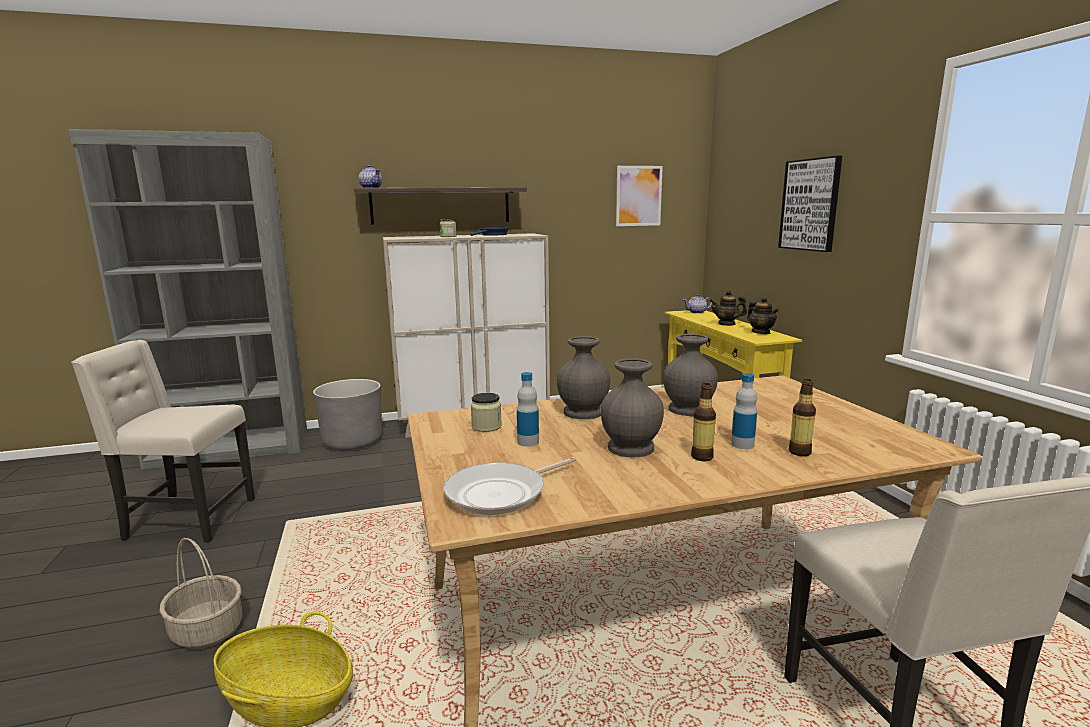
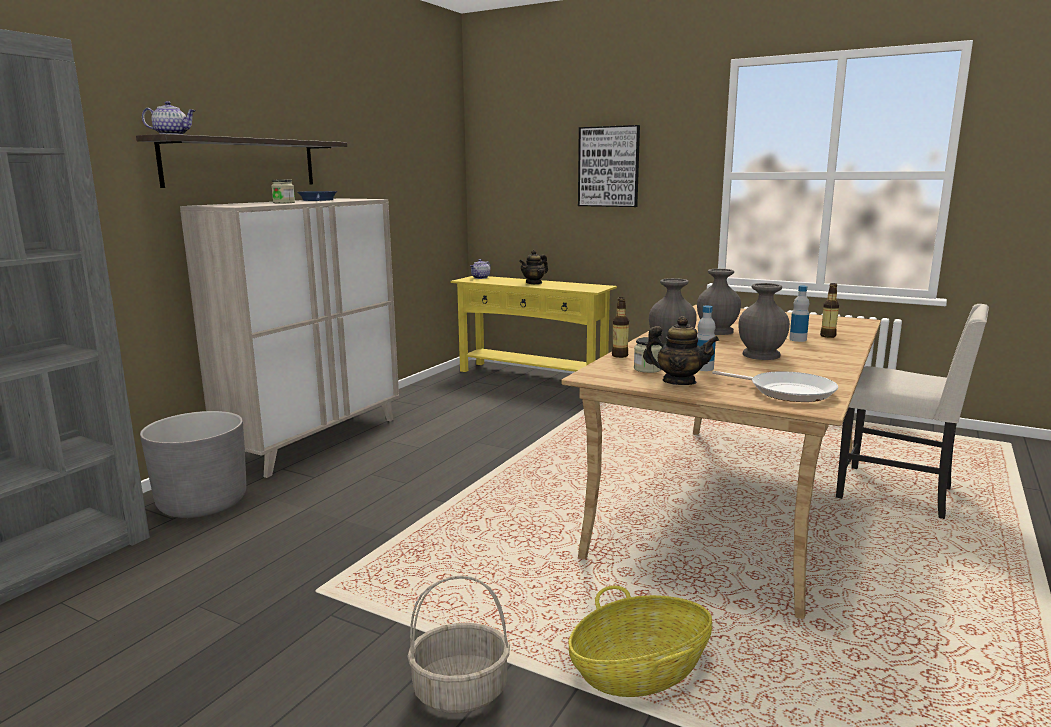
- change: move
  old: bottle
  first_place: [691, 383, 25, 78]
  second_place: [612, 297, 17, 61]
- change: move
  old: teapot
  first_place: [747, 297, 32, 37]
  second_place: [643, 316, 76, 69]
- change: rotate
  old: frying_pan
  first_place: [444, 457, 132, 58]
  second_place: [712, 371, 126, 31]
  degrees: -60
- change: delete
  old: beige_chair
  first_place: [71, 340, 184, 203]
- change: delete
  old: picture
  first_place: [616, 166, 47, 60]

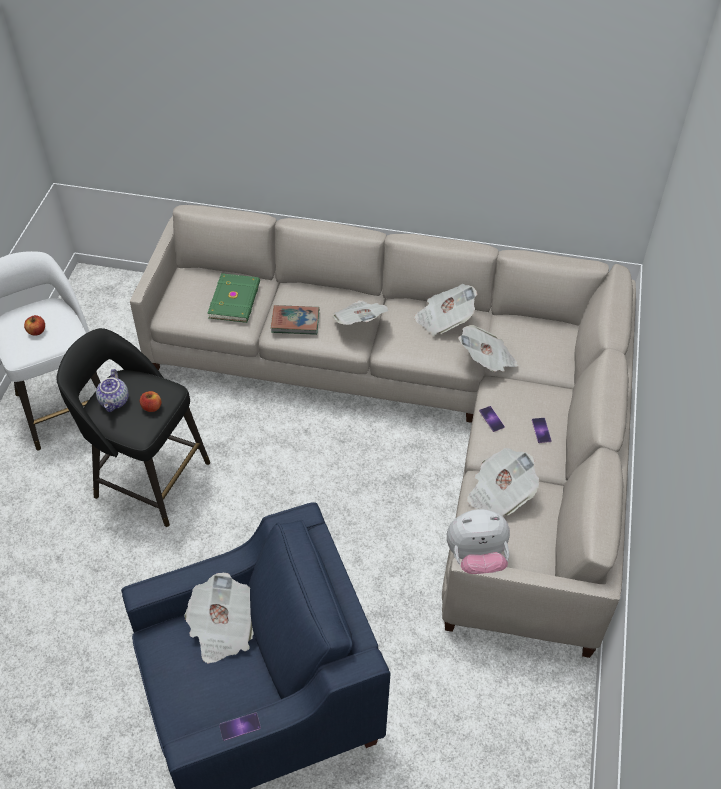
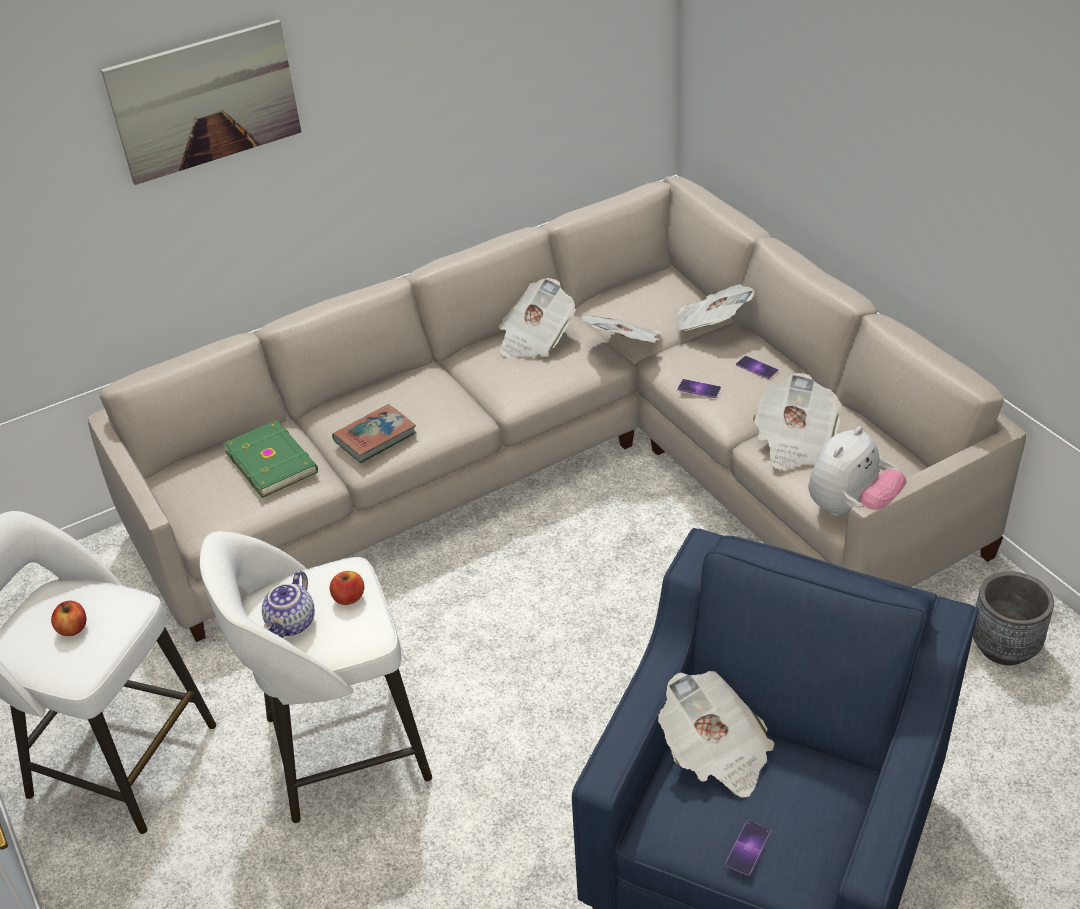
- change: insert
  new: picture
  second_place: [101, 20, 200, 165]
- change: recolor
  old: black_stool
  new: white_stool
  first_place: [57, 328, 153, 199]
  second_place: [200, 531, 232, 292]
- change: rotate
  old: teapot
  first_place: [96, 369, 33, 43]
  second_place: [262, 571, 53, 67]
  degrees: 60
- change: move
  old: newspaper
  first_place: [333, 300, 55, 25]
  second_place: [676, 284, 78, 48]
- change: move
  old: phone
  first_place: [219, 712, 42, 29]
  second_place: [725, 820, 46, 56]
- change: insert
  new: grey_planter
  second_place: [973, 571, 81, 94]

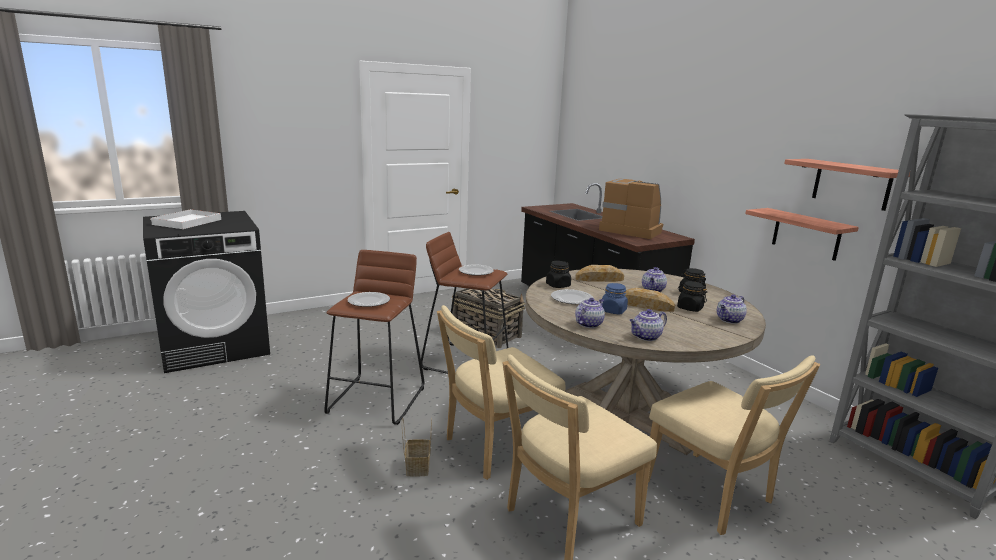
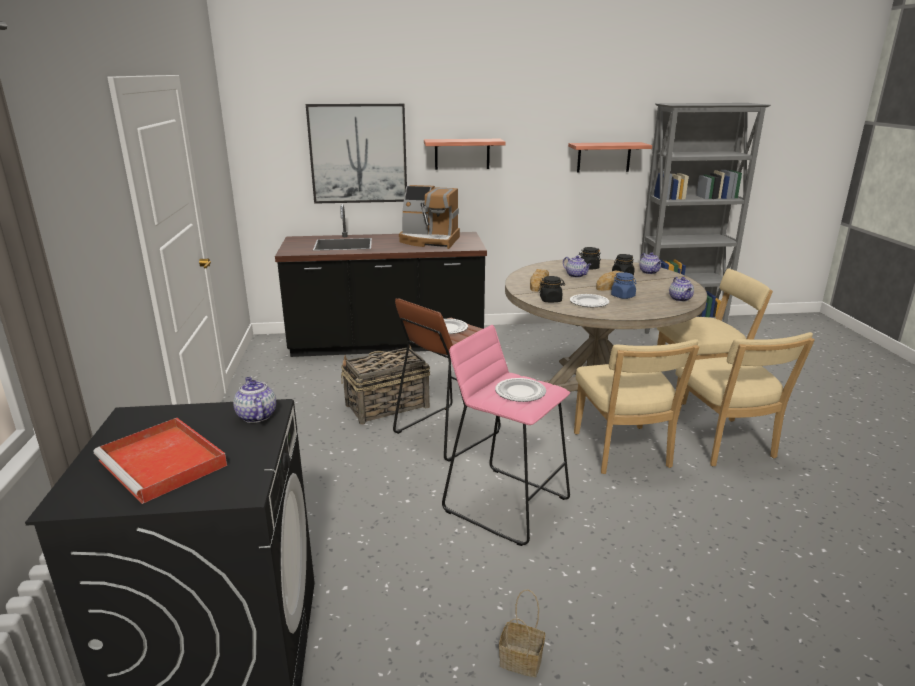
- change: recolor
  old: white_tray
  new: red_tray
  first_place: [150, 209, 71, 20]
  second_place: [93, 418, 134, 86]
- change: move
  old: teapot
  first_place: [575, 298, 30, 30]
  second_place: [233, 377, 43, 46]
- change: insert
  new: picture
  second_place: [306, 104, 101, 100]
- change: rotate
  old: coffee_machine
  first_place: [599, 178, 64, 61]
  second_place: [399, 185, 61, 64]
  degrees: -135
- change: move
  old: shelf
  first_place: [745, 208, 114, 53]
  second_place: [424, 139, 82, 31]
- change: recolor
  old: brown_stool
  new: pink_stool
  first_place: [324, 250, 100, 175]
  second_place: [442, 325, 128, 221]
- change: move
  old: basket
  first_place: [402, 418, 30, 59]
  second_place: [499, 590, 46, 87]

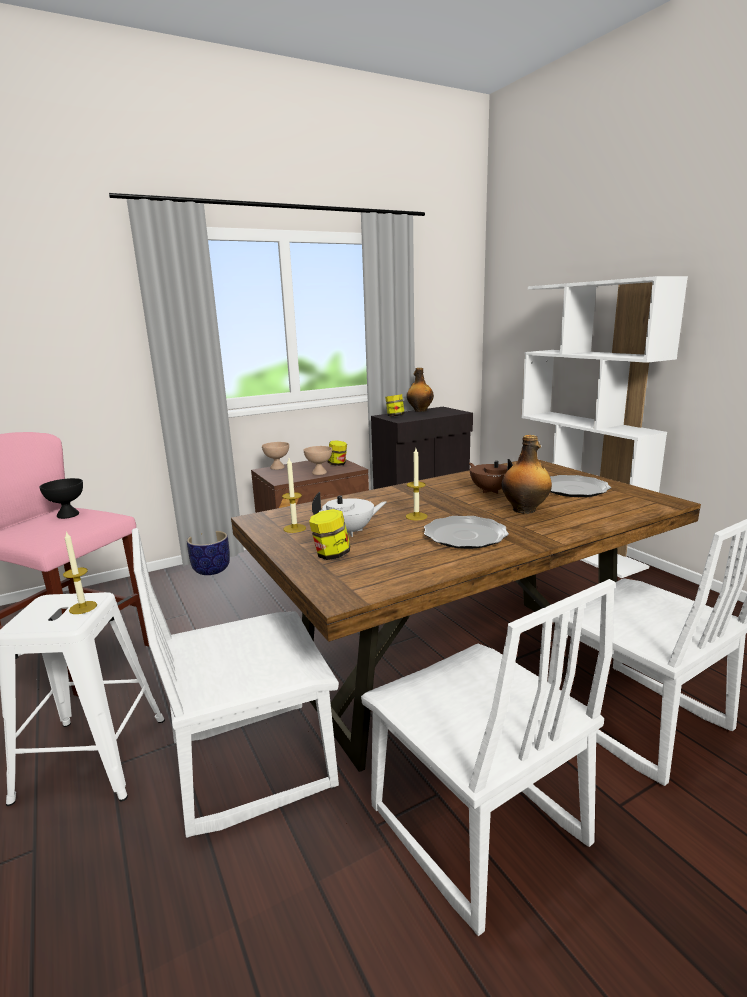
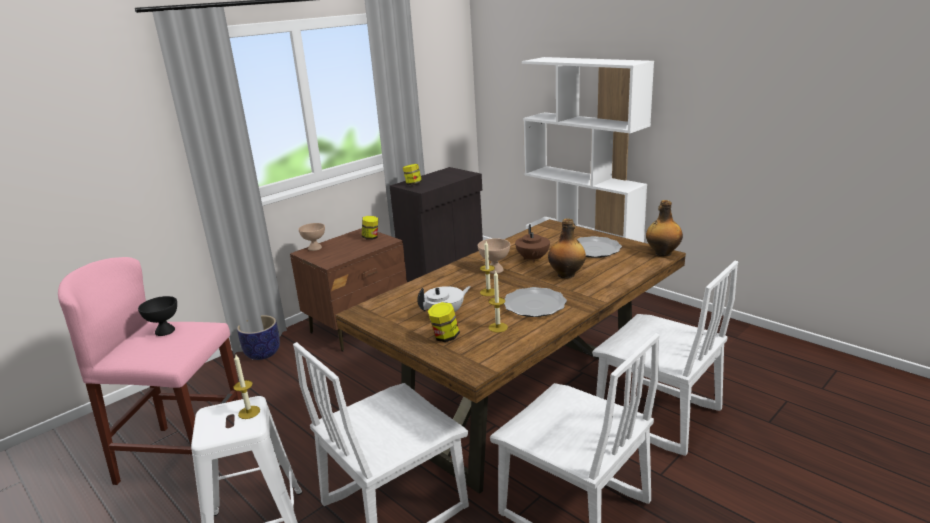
- change: move
  old: beige_bowl
  first_place: [304, 446, 28, 29]
  second_place: [478, 238, 32, 36]
- change: move
  old: candle
  first_place: [282, 458, 24, 75]
  second_place: [489, 270, 19, 62]
- change: rotate
  old: brown_teapot
  first_place: [469, 459, 44, 35]
  second_place: [515, 224, 35, 38]
  degrees: -135
- change: move
  old: bottle
  first_place: [407, 368, 27, 44]
  second_place: [646, 200, 37, 56]

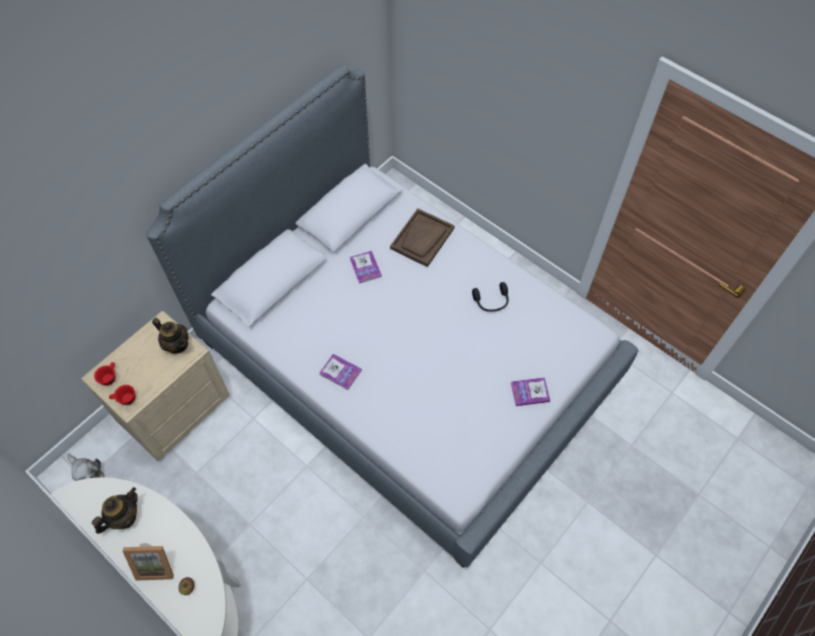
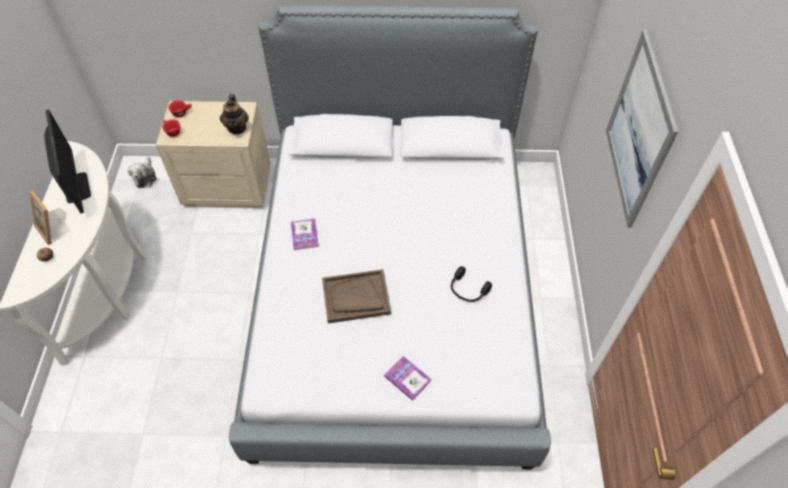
- change: replace
  old: teapot
  new: monitor
  first_place: [92, 487, 46, 47]
  second_place: [44, 109, 47, 104]
- change: move
  old: brown_tray
  first_place: [390, 208, 65, 59]
  second_place: [322, 269, 69, 54]
- change: insert
  new: picture
  second_place: [606, 30, 72, 198]
- change: delete
  old: book
  first_place: [350, 251, 32, 33]

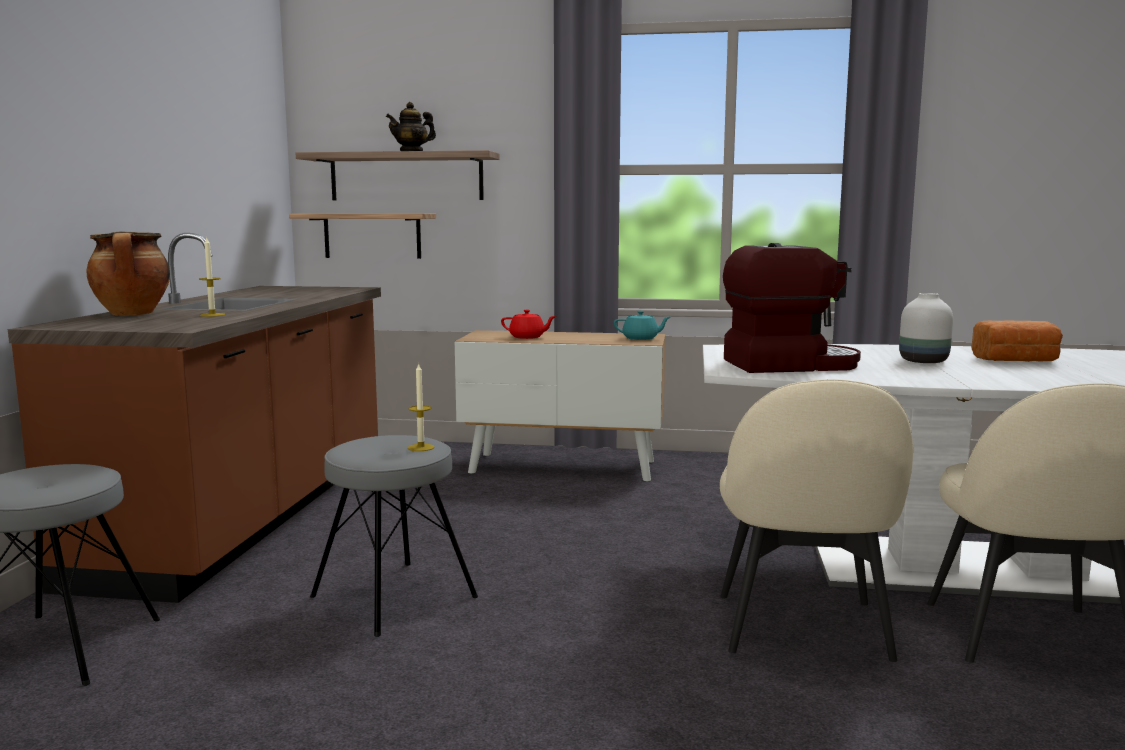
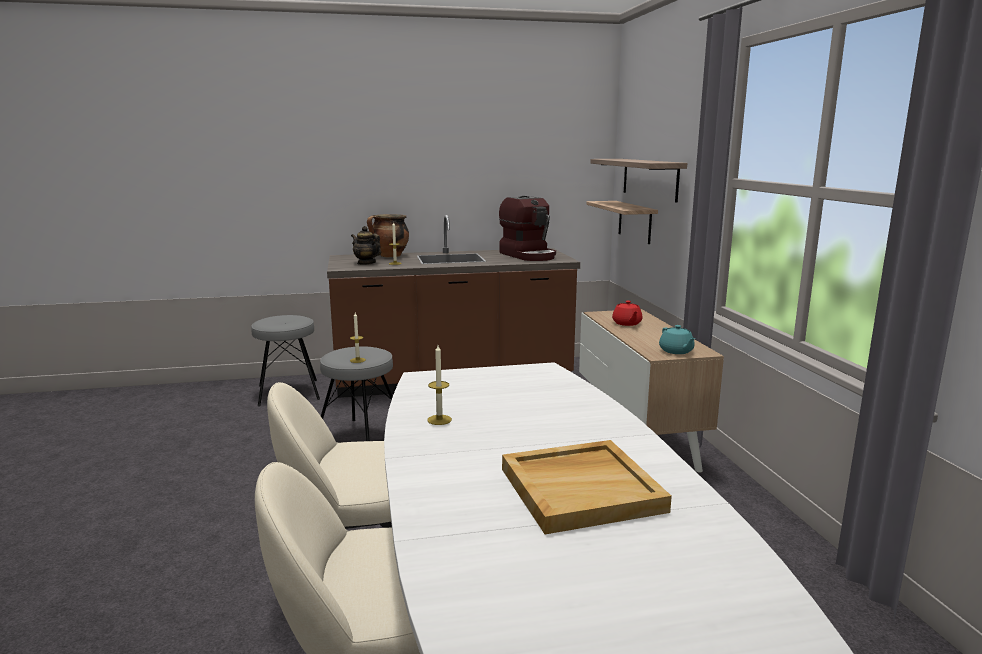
- change: move
  old: teapot
  first_place: [386, 102, 50, 49]
  second_place: [351, 226, 30, 39]
- change: insert
  new: candle
  second_place: [427, 345, 25, 80]
- change: move
  old: coffee_machine
  first_place: [723, 243, 138, 130]
  second_place: [499, 196, 57, 65]
- change: replace
  old: bread
  new: beige_tray
  first_place: [972, 321, 91, 41]
  second_place: [502, 440, 170, 94]
- change: delete
  old: white_vase
  first_place: [899, 293, 54, 70]

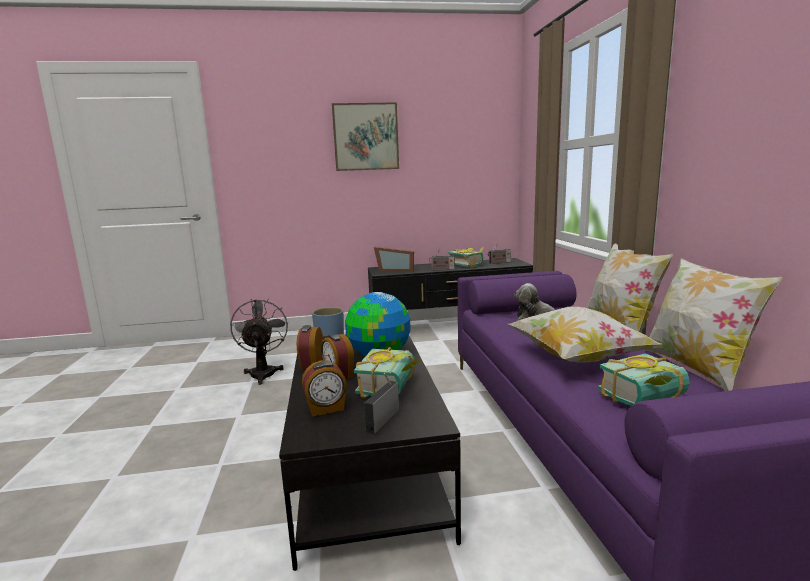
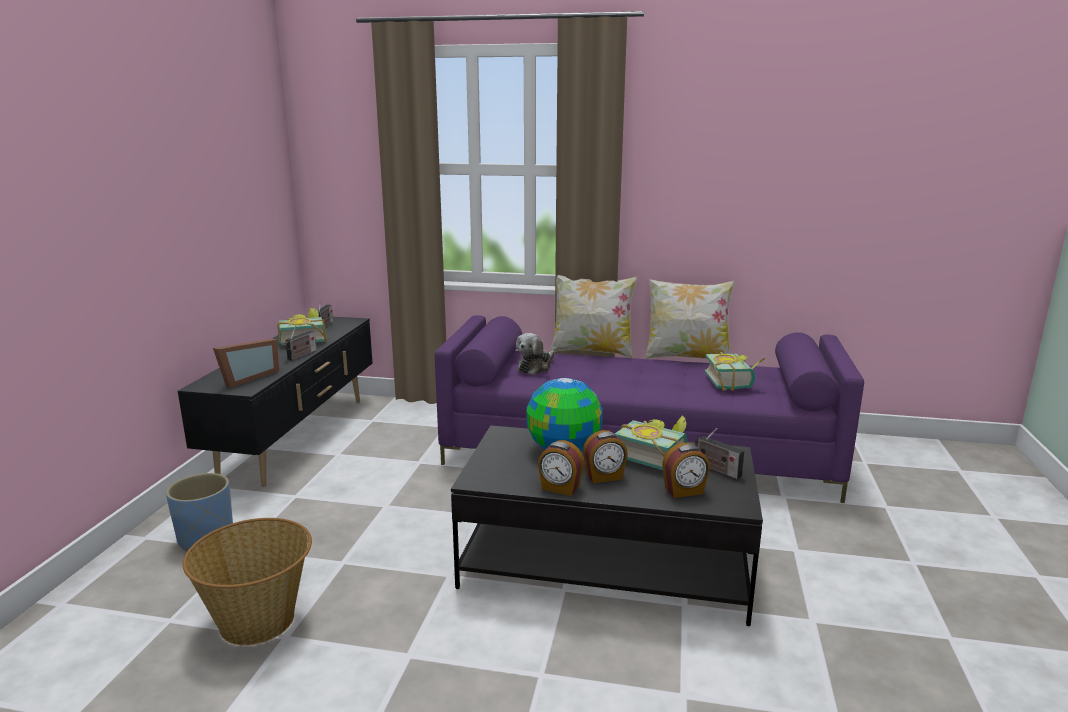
- change: replace
  old: grey_fan
  new: basket
  first_place: [230, 299, 58, 86]
  second_place: [183, 518, 129, 127]
- change: rotate
  old: alarm_clock
  first_place: [302, 360, 45, 57]
  second_place: [662, 443, 48, 55]
  degrees: 75
- change: delete
  old: picture
  first_place: [332, 102, 67, 69]
- change: delete
  old: pillow
  first_place: [509, 307, 152, 56]

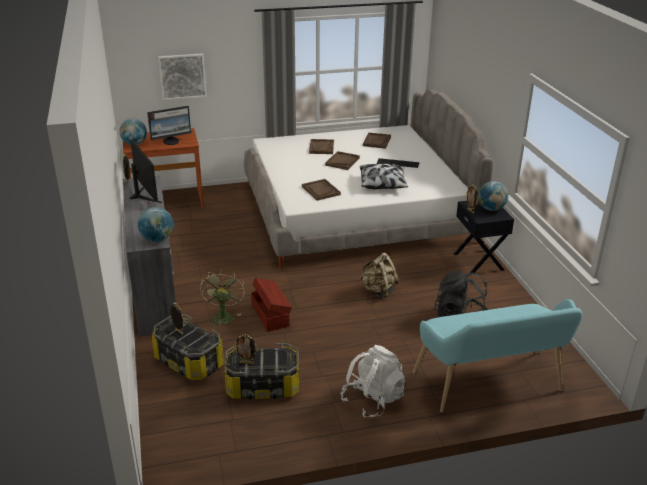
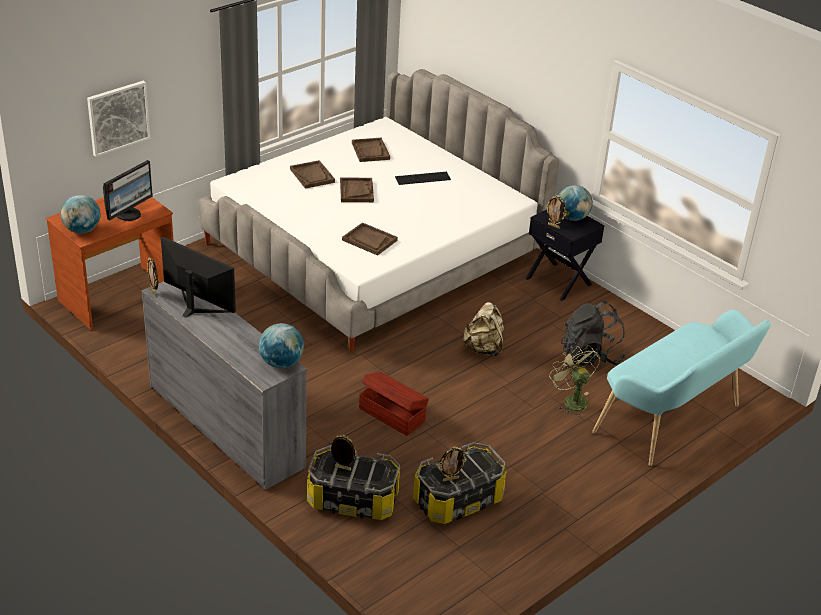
- change: move
  old: green_fan
  first_place: [200, 269, 45, 59]
  second_place: [549, 345, 51, 72]
- change: delete
  old: white_backpack
  first_place: [340, 345, 66, 72]
- change: delete
  old: pillow
  first_place: [360, 164, 48, 25]

